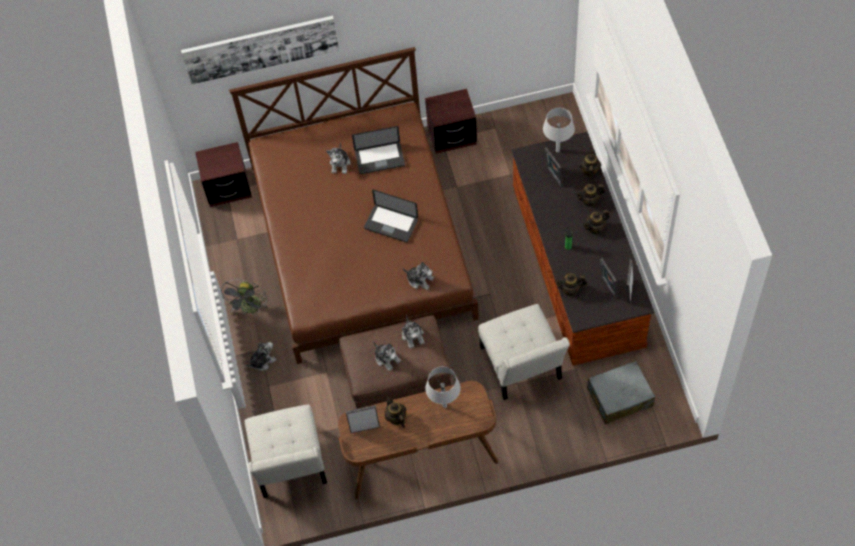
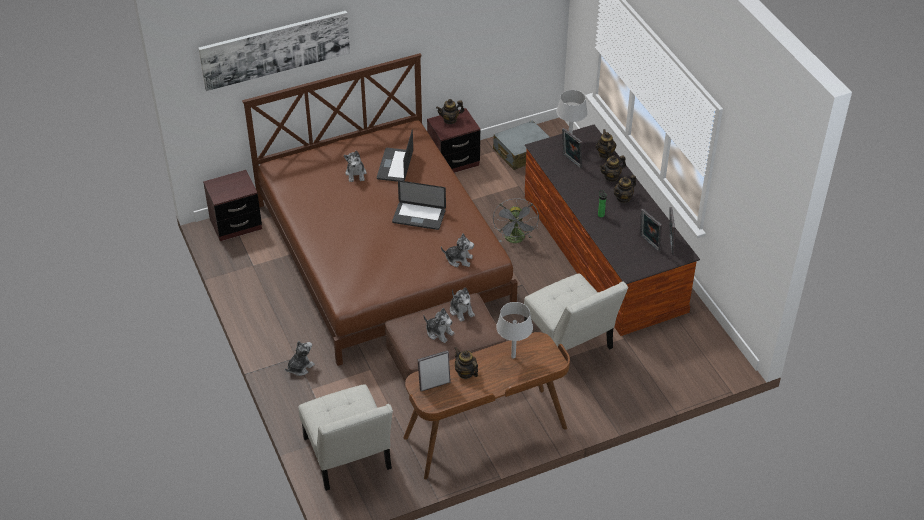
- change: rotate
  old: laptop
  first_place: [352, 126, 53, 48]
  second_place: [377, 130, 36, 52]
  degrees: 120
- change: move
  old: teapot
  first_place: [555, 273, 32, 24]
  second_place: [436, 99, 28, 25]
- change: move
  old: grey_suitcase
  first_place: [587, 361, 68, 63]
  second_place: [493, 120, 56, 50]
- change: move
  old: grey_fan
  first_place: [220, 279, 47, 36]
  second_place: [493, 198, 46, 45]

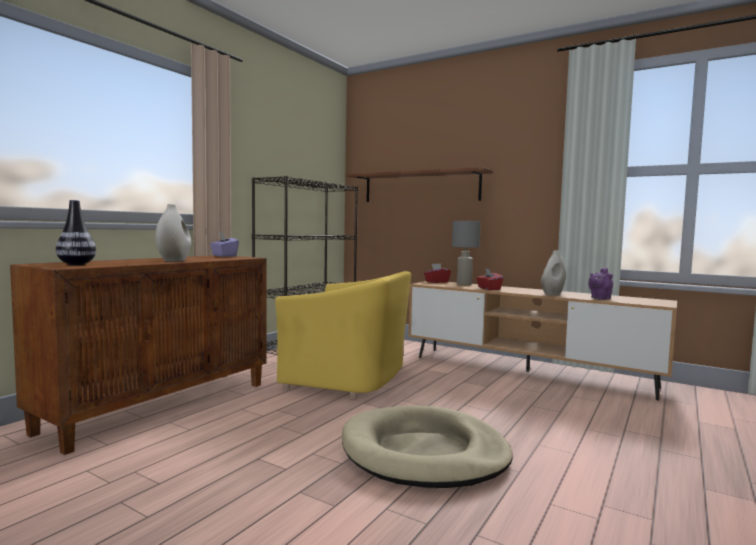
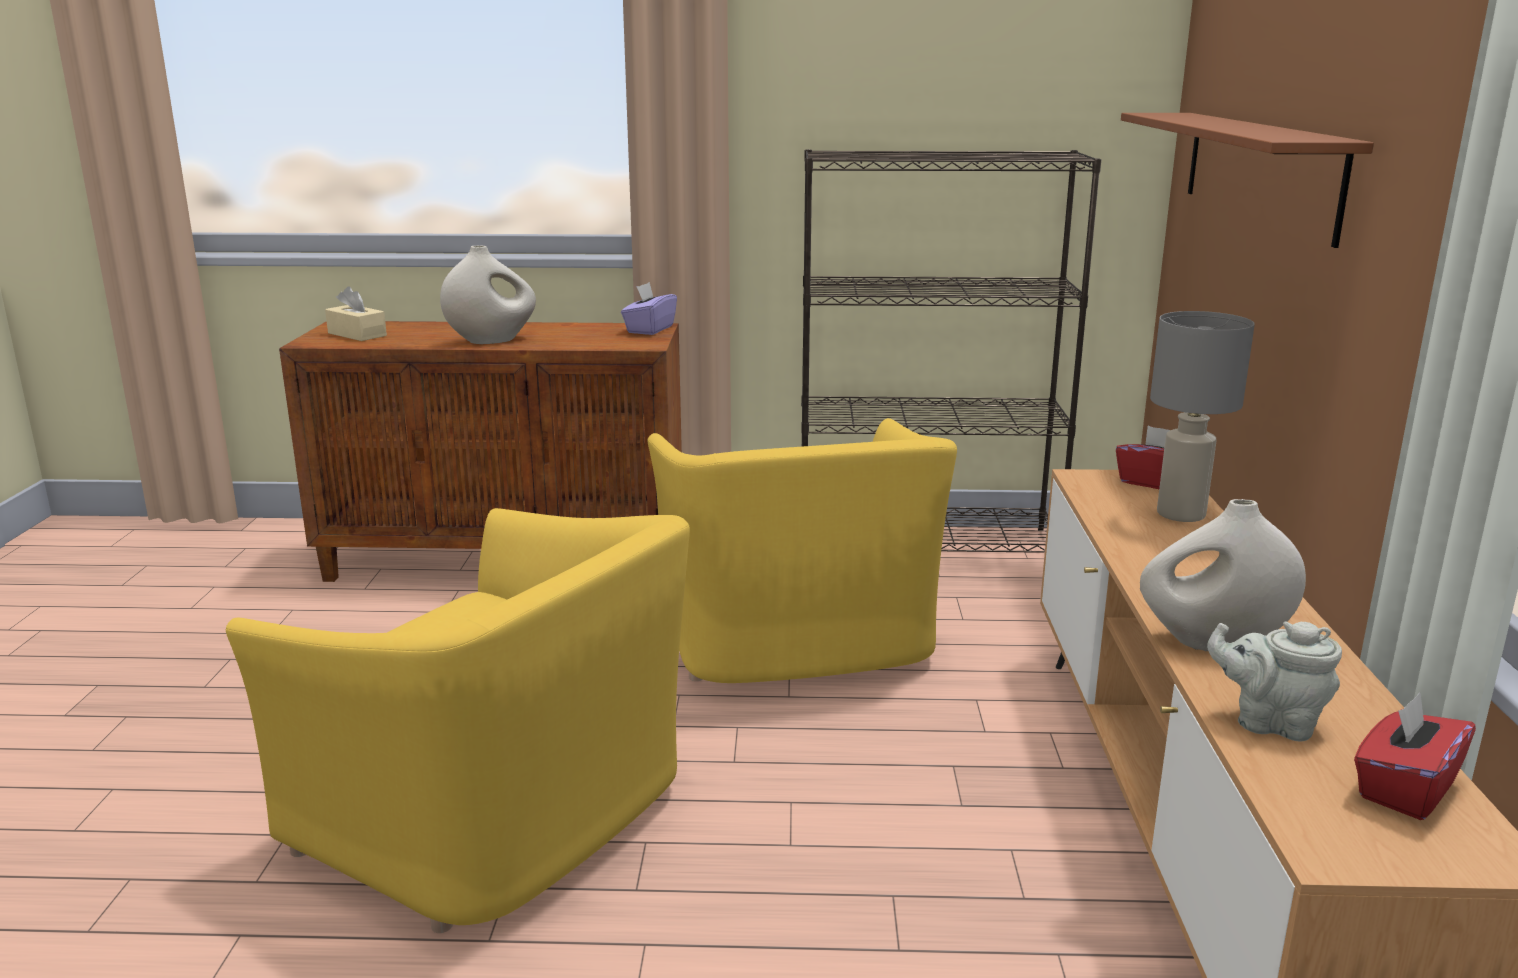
- change: replace
  old: beige_dog_bed
  new: yellow_armchair
  first_place: [342, 405, 171, 83]
  second_place: [226, 508, 464, 425]
- change: replace
  old: vase
  new: beige_tissue_box
  first_place: [56, 200, 40, 65]
  second_place: [325, 286, 62, 55]
- change: recolor
  old: purple_teapot
  new: grey_teapot
  first_place: [588, 268, 25, 32]
  second_place: [1207, 621, 135, 121]
- change: move
  old: red_tissue_box
  first_place: [476, 268, 27, 22]
  second_place: [1354, 693, 122, 127]

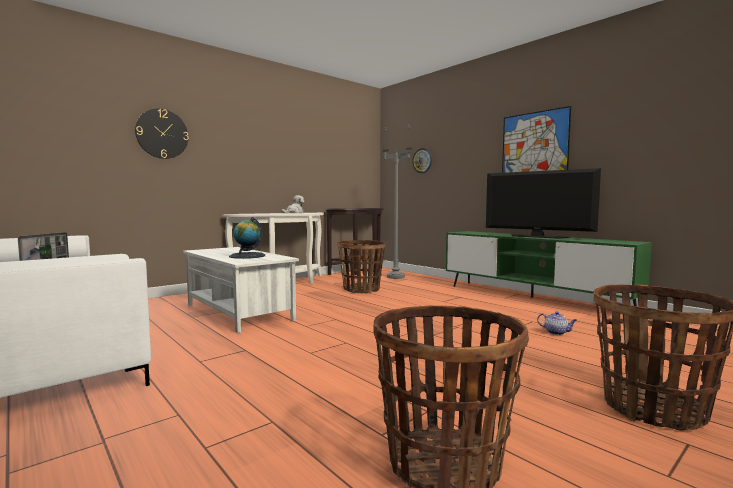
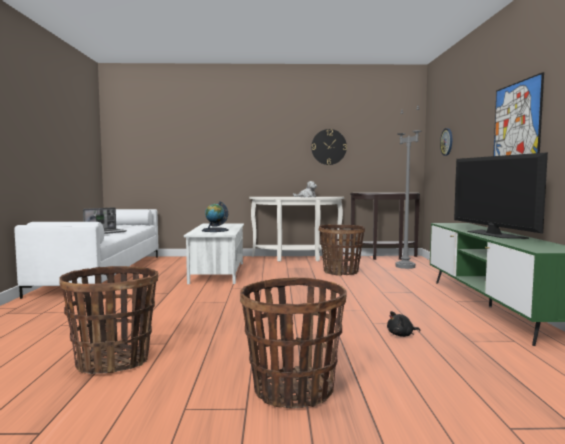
- change: move
  old: wall_clock
  first_place: [135, 108, 53, 51]
  second_place: [311, 129, 36, 36]
- change: replace
  old: teapot
  new: black_plush_toy
  first_place: [537, 311, 40, 24]
  second_place: [387, 311, 33, 26]

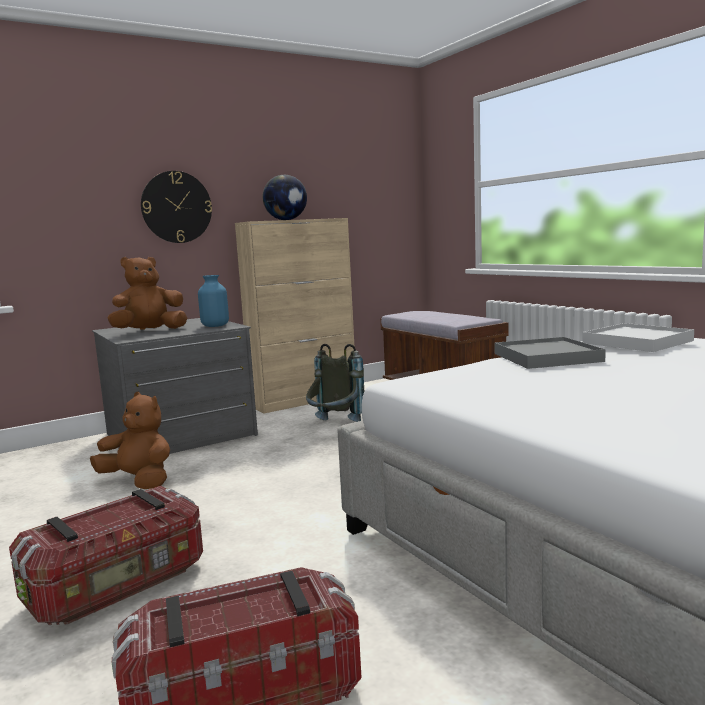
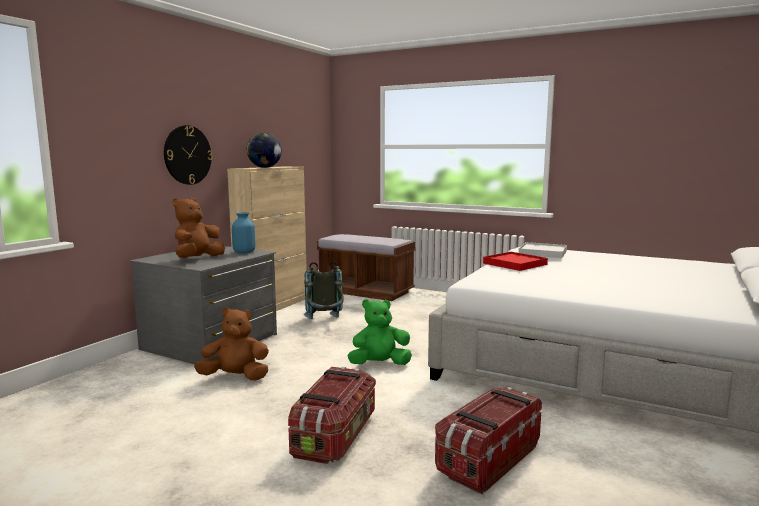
- change: insert
  new: green_plush_toy
  second_place: [347, 299, 65, 66]
- change: recolor
  old: grey_tray
  new: red_tray
  first_place: [495, 337, 111, 32]
  second_place: [483, 252, 65, 19]

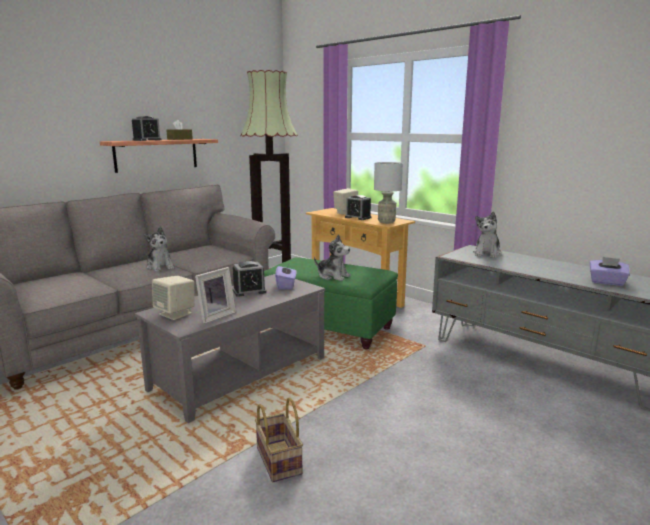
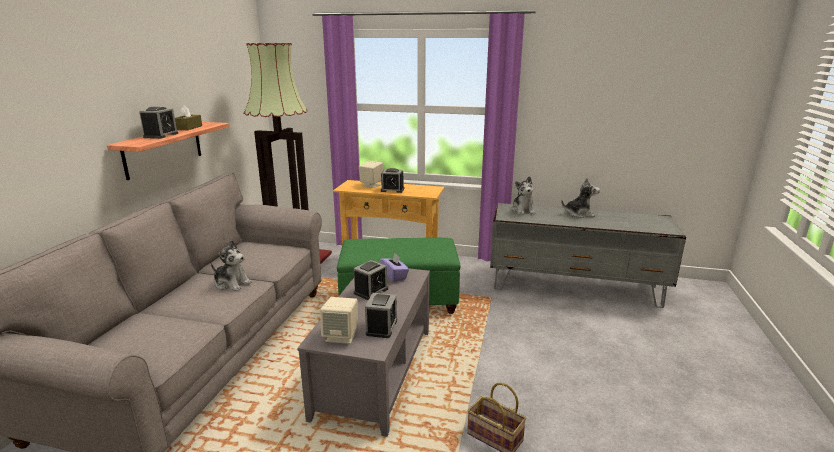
- change: replace
  old: picture_frame
  new: alarm_clock
  first_place: [195, 267, 41, 57]
  second_place: [365, 293, 32, 45]
- change: move
  old: plush_toy
  first_place: [314, 234, 37, 47]
  second_place: [561, 178, 39, 40]
- change: delete
  old: grey_table_lamp
  first_place: [374, 162, 29, 62]
- change: delete
  old: purple_tissue_box
  first_place: [590, 257, 40, 29]

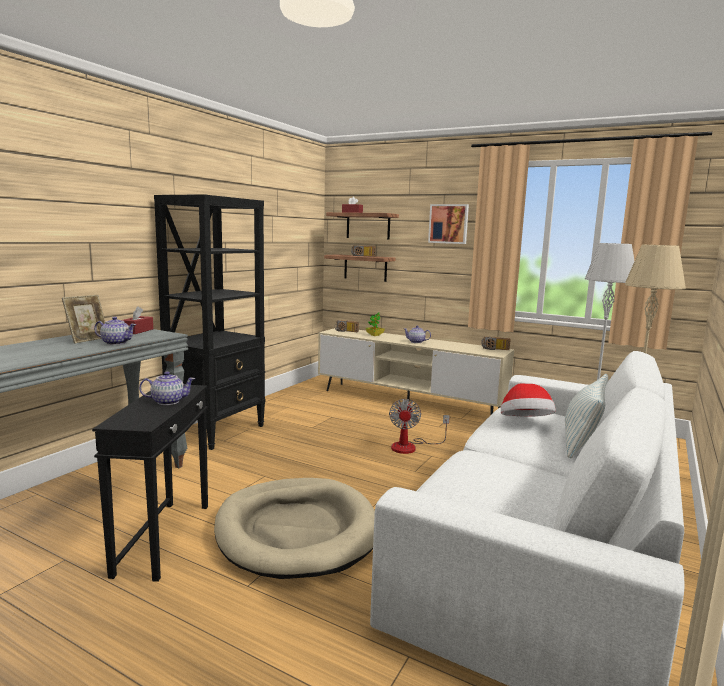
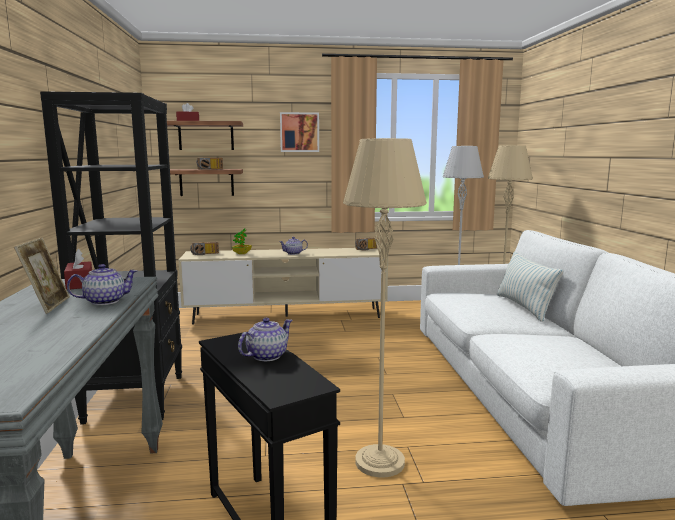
- change: replace
  old: beige_dog_bed
  new: beige_floor_lamp
  first_place: [214, 478, 161, 101]
  second_place: [343, 138, 84, 340]
- change: delete
  old: fan
  first_place: [389, 399, 61, 55]
- change: delete
  old: hat
  first_place: [501, 383, 55, 33]

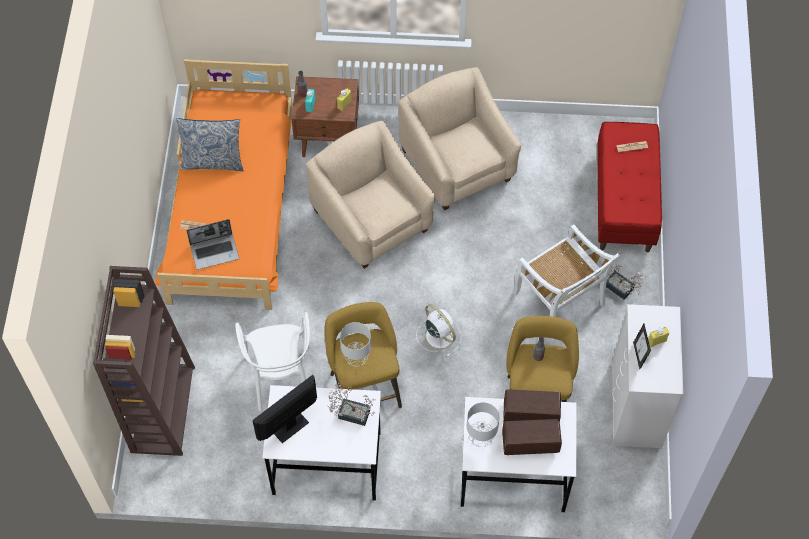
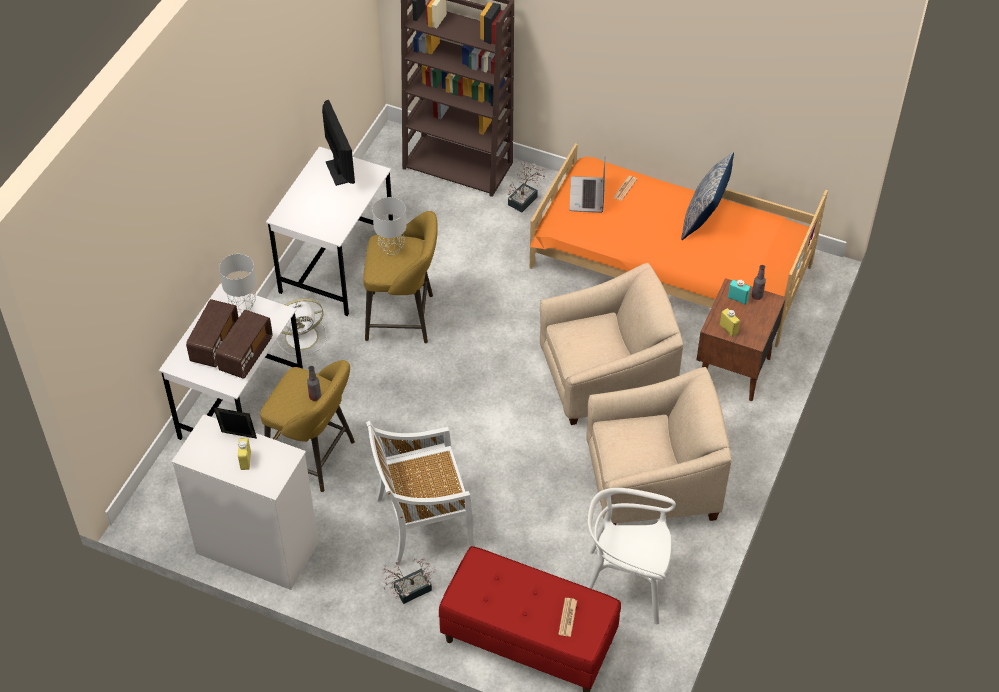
- change: move
  old: white_fan
  first_place: [416, 304, 45, 53]
  second_place: [276, 298, 51, 57]
- change: move
  old: potted_plant
  first_place: [327, 383, 48, 43]
  second_place: [507, 161, 38, 51]
- change: move
  old: white_chair
  first_place: [235, 312, 75, 99]
  second_place: [588, 488, 88, 136]

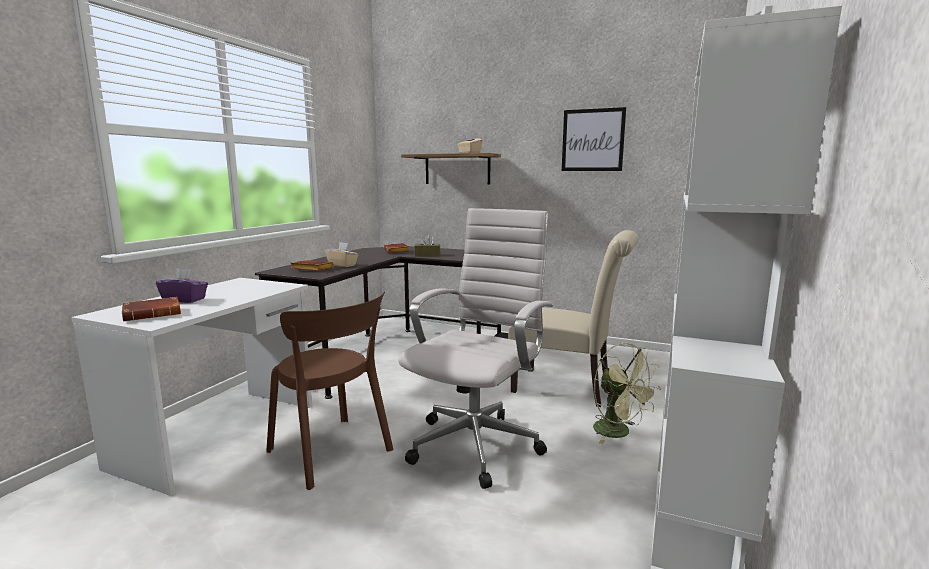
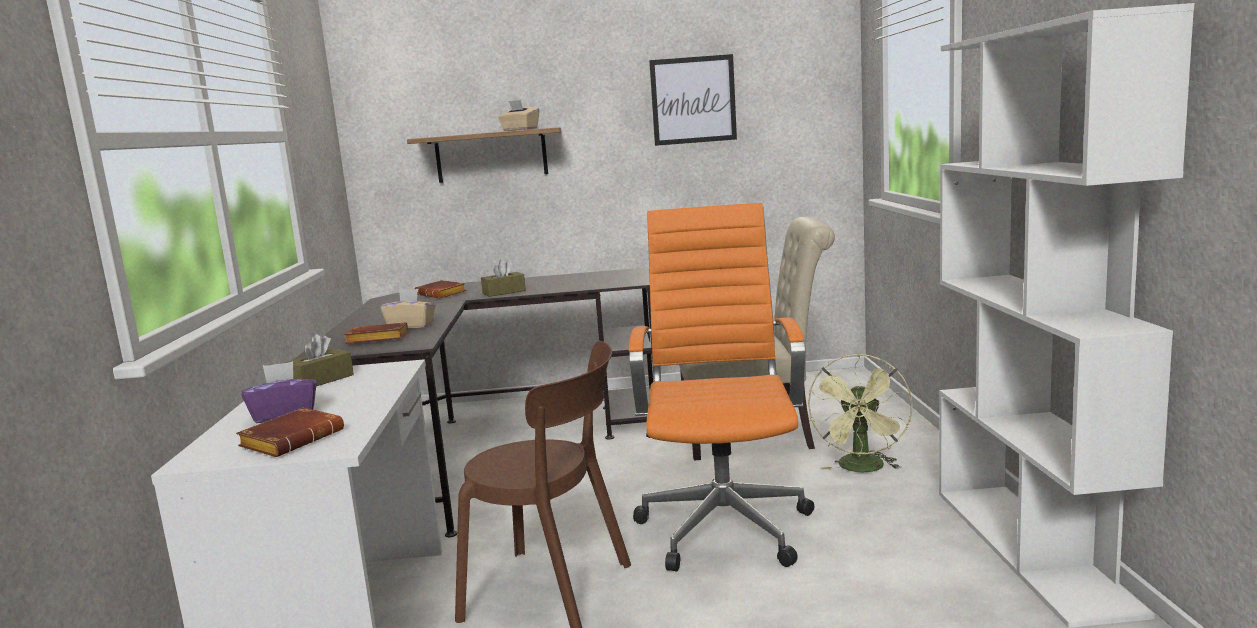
- change: insert
  new: brown_tissue_box
  second_place: [284, 334, 70, 52]
- change: recolor
  old: white_office_chair
  new: orange_office_chair
  first_place: [398, 208, 155, 281]
  second_place: [628, 203, 186, 368]
- change: rotate
  old: green_fan
  first_place: [593, 342, 68, 102]
  second_place: [808, 354, 105, 118]
  degrees: 75

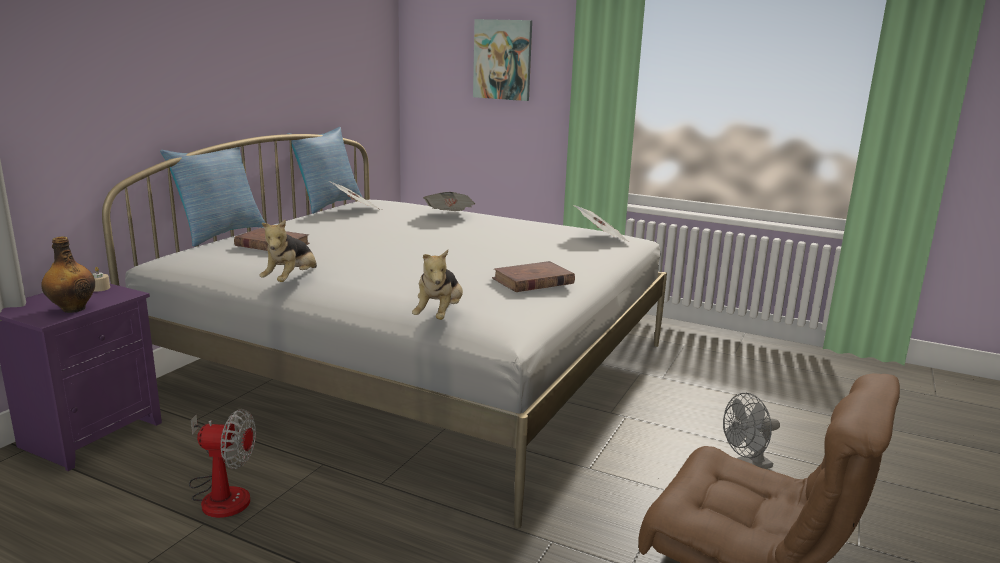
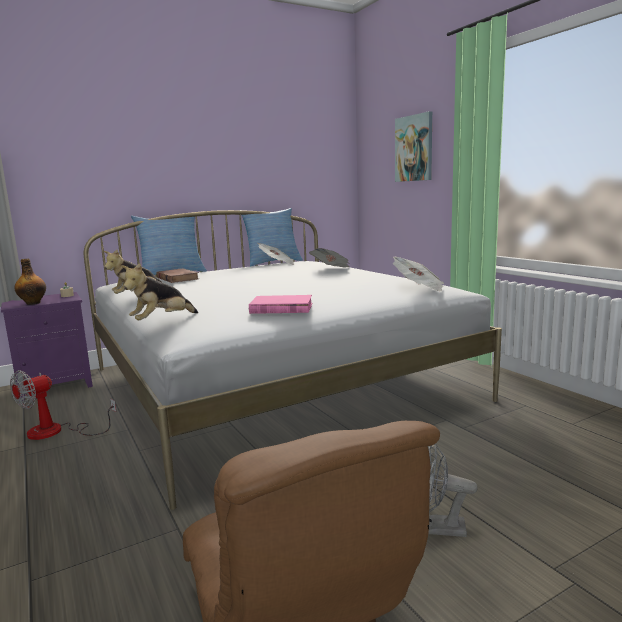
- change: rotate
  old: fan
  first_place: [189, 409, 67, 109]
  second_place: [10, 370, 106, 70]
  degrees: 90
- change: recolor
  old: brown_book
  new: pink_book
  first_place: [492, 261, 83, 31]
  second_place: [249, 295, 63, 19]

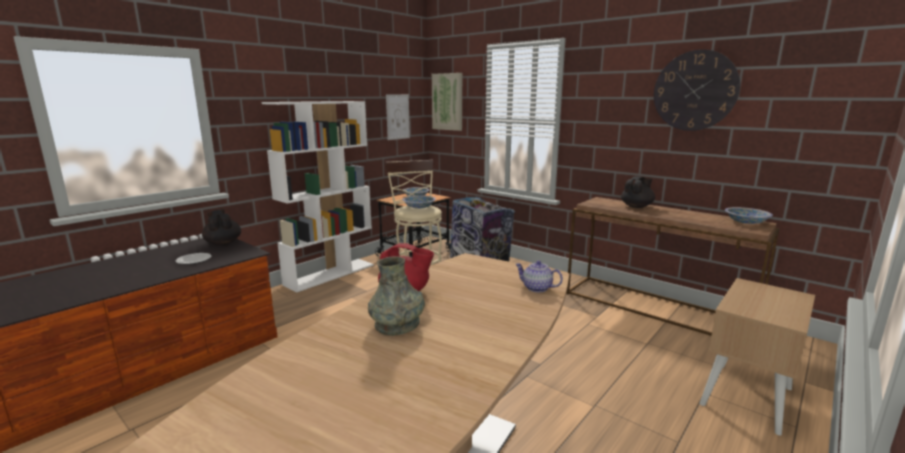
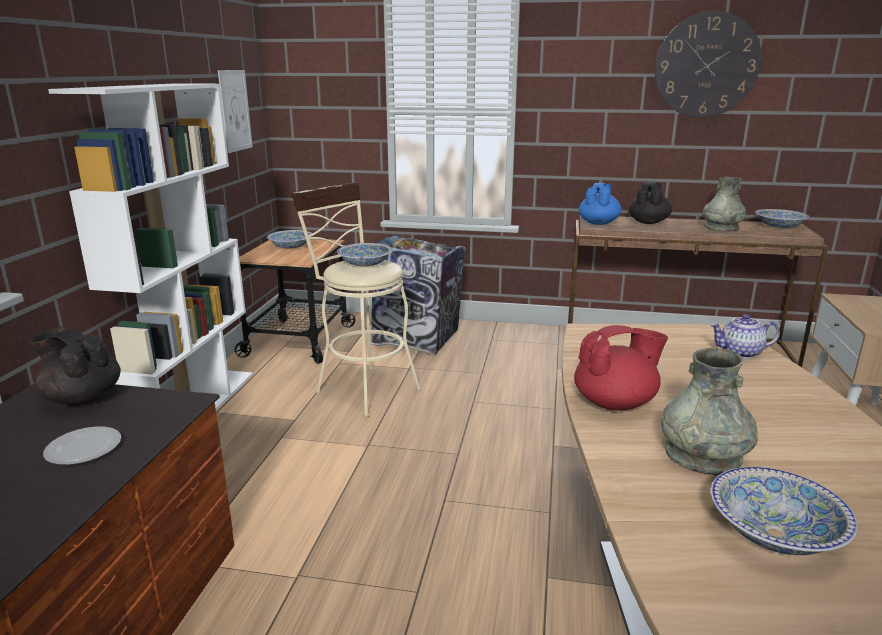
- change: insert
  new: blue_teapot
  second_place: [579, 183, 43, 42]
- change: insert
  new: grey_vase
  second_place: [702, 177, 44, 54]
- change: insert
  new: bowl
  second_place: [711, 467, 147, 88]
- change: delete
  old: picture
  first_place: [432, 73, 30, 58]

